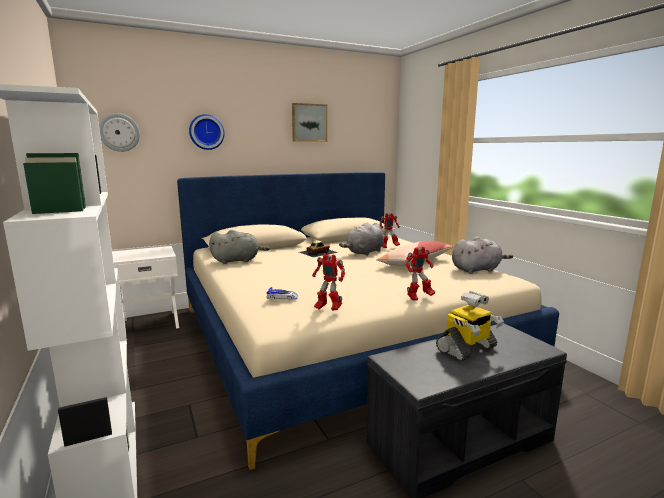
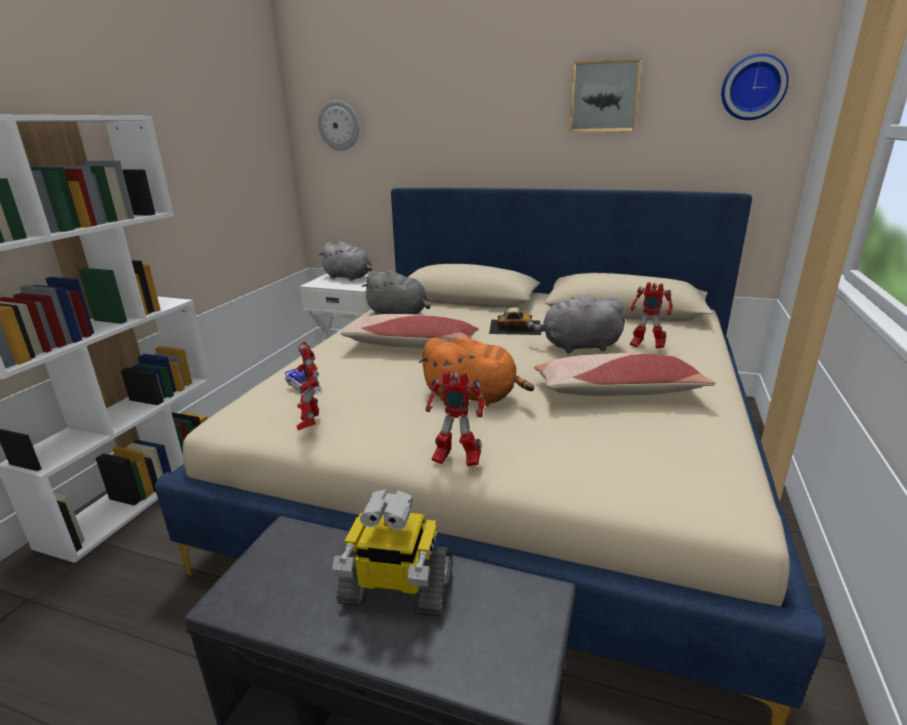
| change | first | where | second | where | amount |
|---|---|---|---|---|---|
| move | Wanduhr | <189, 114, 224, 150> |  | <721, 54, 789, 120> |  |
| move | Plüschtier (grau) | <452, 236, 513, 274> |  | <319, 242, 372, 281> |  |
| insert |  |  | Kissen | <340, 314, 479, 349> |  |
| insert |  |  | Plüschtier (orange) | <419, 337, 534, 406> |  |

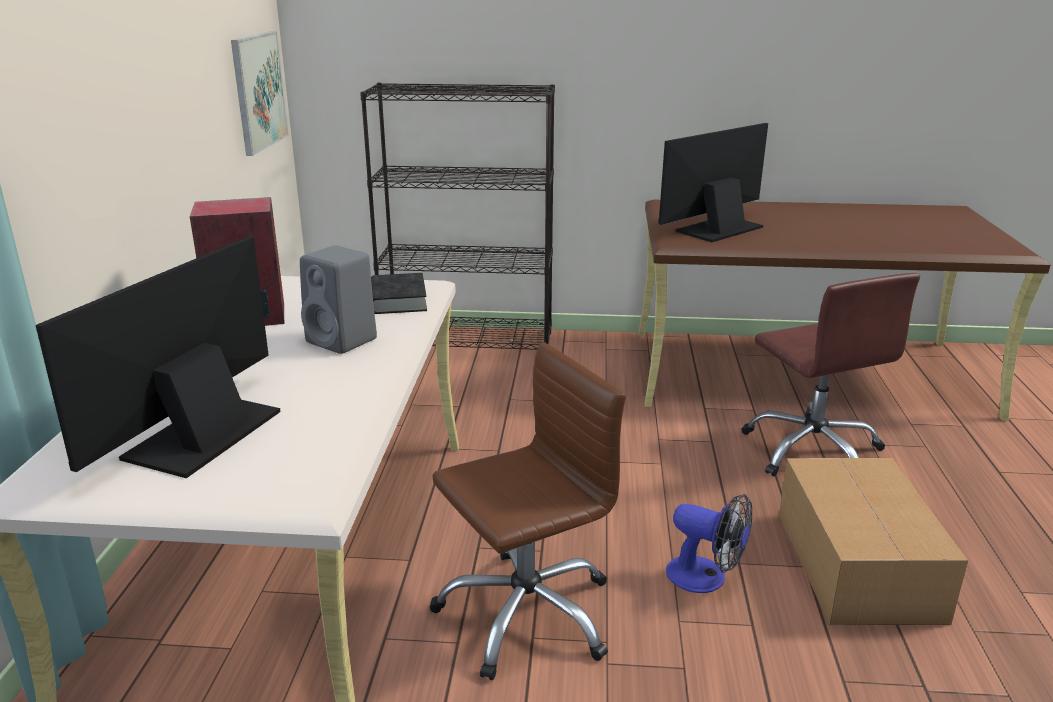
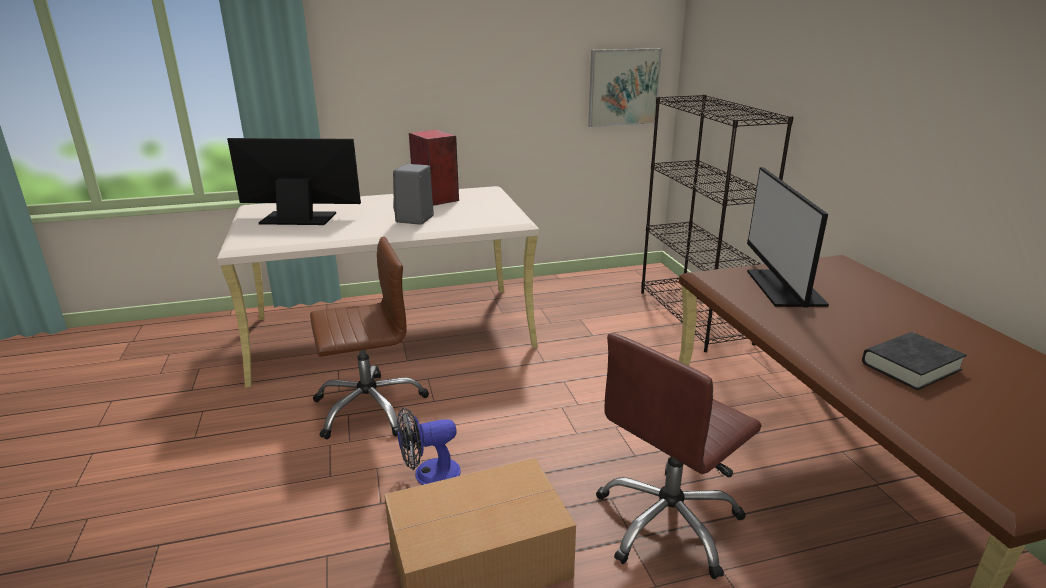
| change | first | where | second | where | amount |
|---|---|---|---|---|---|
| rotate | Monitor | <658, 123, 768, 242> |  | <747, 167, 829, 308> | 120 degrees counterclockwise |
| move | Buch (schwarz) | <371, 273, 427, 314> |  | <862, 332, 967, 390> |  |
| rotate | Bürostuhl (braun) | <429, 342, 626, 680> |  | <310, 237, 429, 439> | 60 degrees counterclockwise |
| rotate | Ventilator | <666, 494, 752, 593> |  | <397, 408, 461, 485> | 60 degrees clockwise |

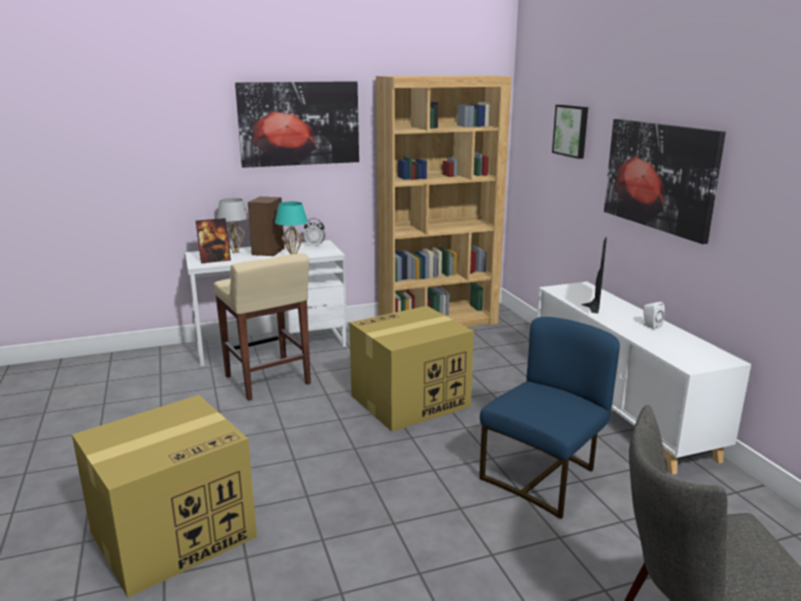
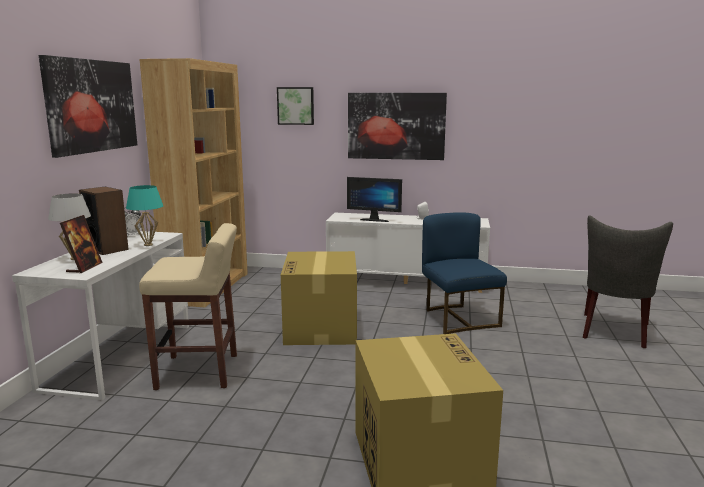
| change | first | where | second | where | amount |
|---|---|---|---|---|---|
| rotate | Monitor | <581, 238, 607, 313> |  | <347, 177, 402, 222> | 150 degrees clockwise |

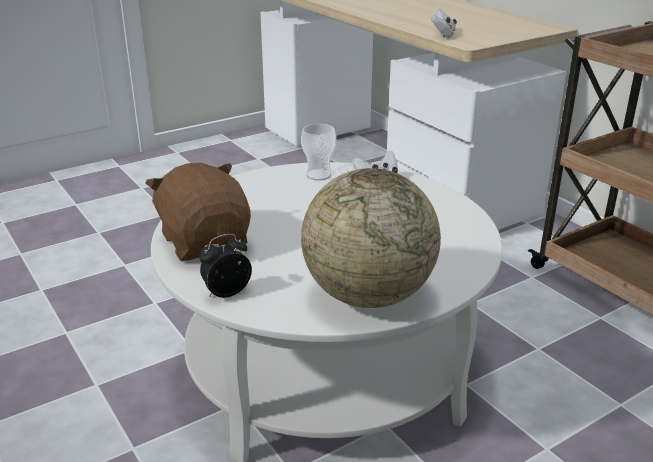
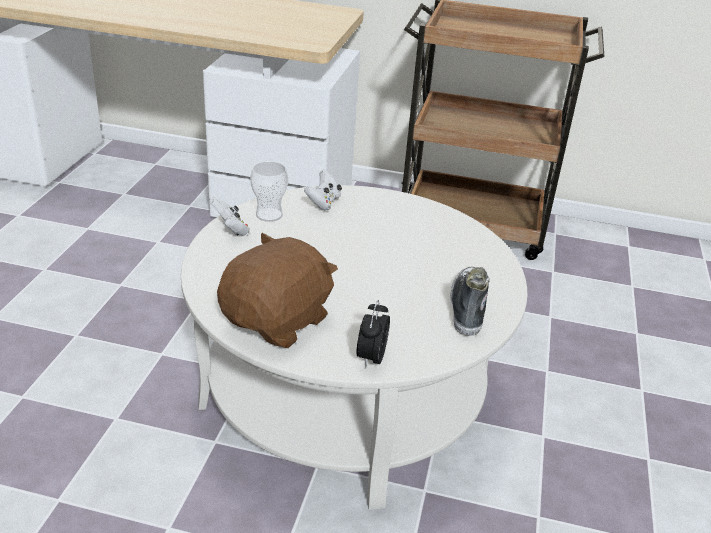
| change | first | where | second | where | amount |
|---|---|---|---|---|---|
| move | Gamepad (weiß) | <431, 8, 457, 38> |  | <209, 197, 250, 236> |  |
| rotate | Plüschtier (braun) | <145, 162, 251, 261> |  | <217, 233, 338, 348> | 105 degrees clockwise |
| replace | Globus | <301, 168, 441, 308> | Schuh | <450, 267, 490, 336> |  |

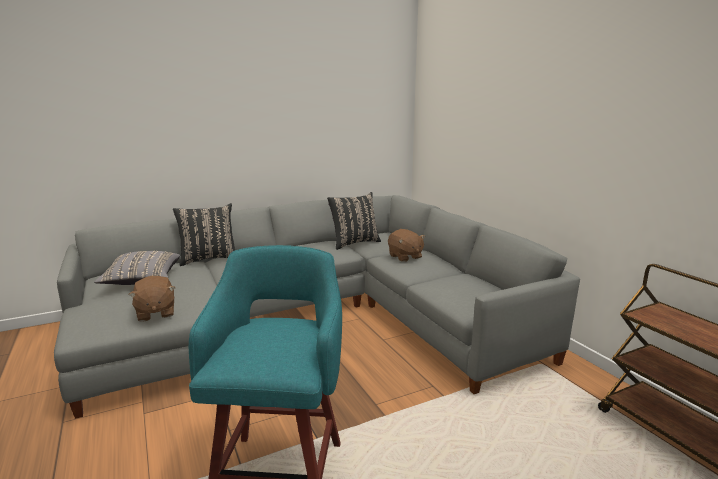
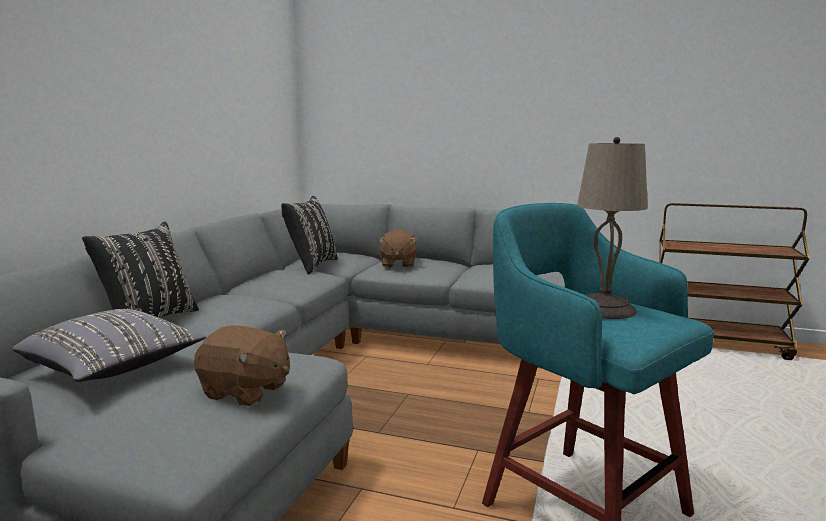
| change | first | where | second | where | amount |
|---|---|---|---|---|---|
| rotate | Plüschtier (braun) | <388, 229, 425, 262> |  | <377, 229, 418, 268> | 75 degrees clockwise |
| insert |  |  | Tischlampe (beige) | <577, 137, 648, 319> |  |

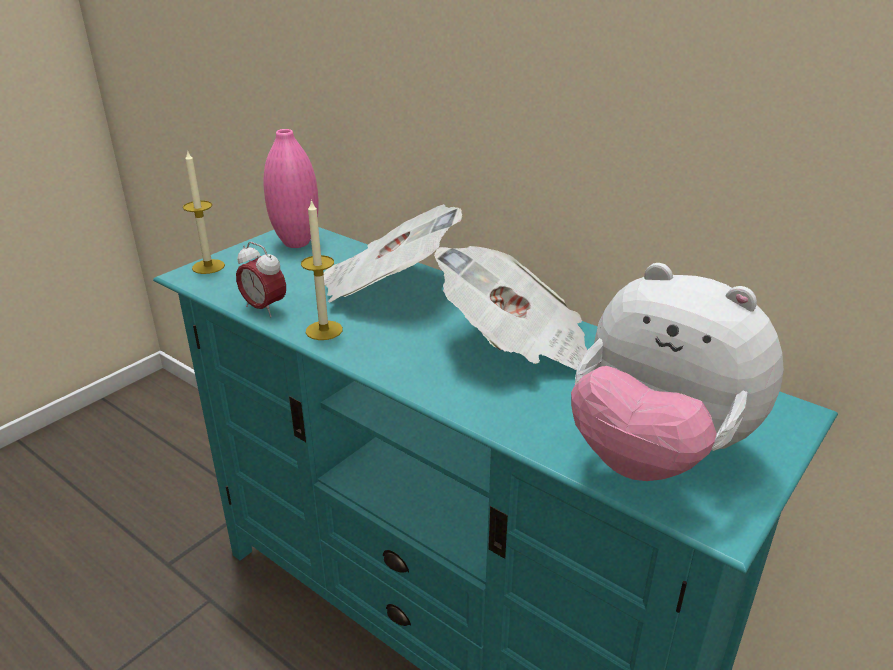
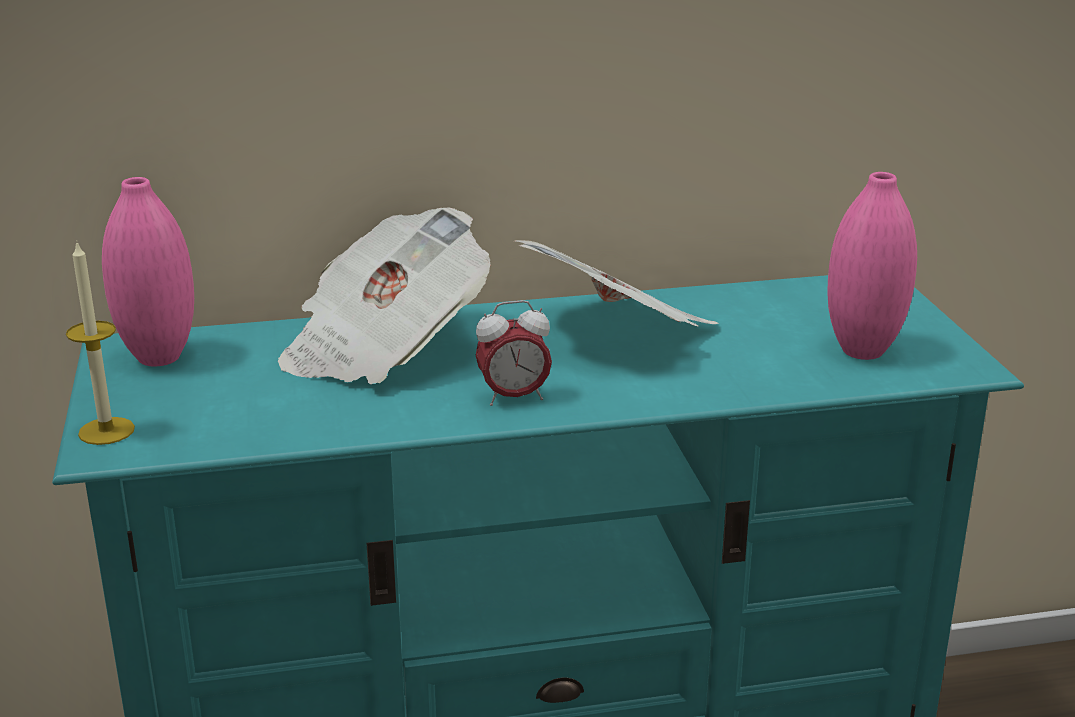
| change | first | where | second | where | amount |
|---|---|---|---|---|---|
| delete | Kerze | <301, 199, 343, 340> |  |  |  |
| move | Wecker | <236, 242, 286, 317> |  | <476, 300, 552, 406> |  |
| replace | Plüschtier | <571, 263, 784, 481> | Vase (rosa) | <827, 172, 917, 360> |  |

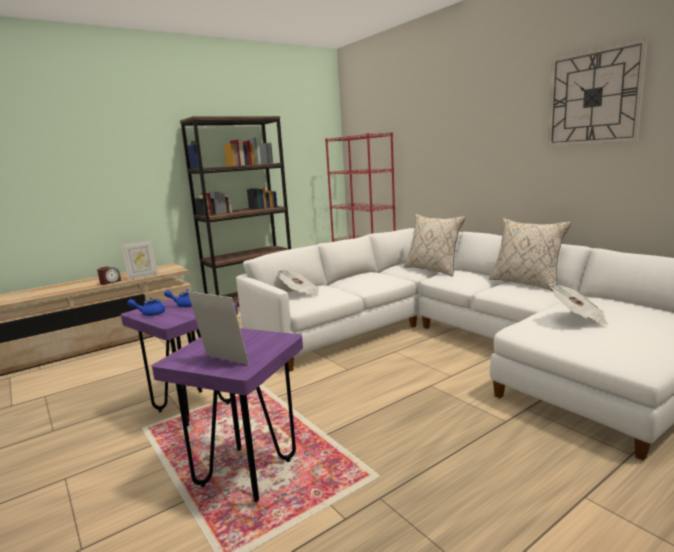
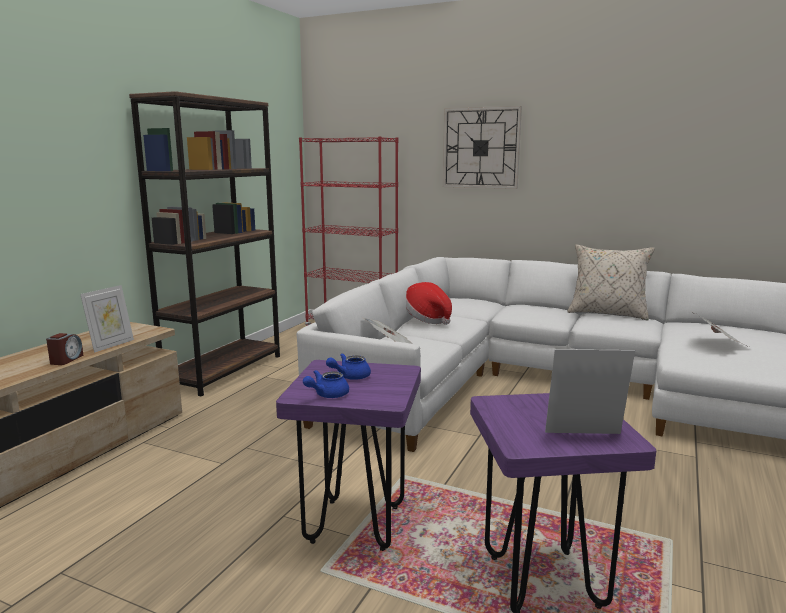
| change | first | where | second | where | amount |
|---|---|---|---|---|---|
| move | Wanduhr | <548, 39, 648, 146> |  | <443, 106, 522, 189> |  |
| delete | Kissen (beige) | <404, 214, 465, 276> |  |  |  |
| insert |  |  | Hut | <406, 282, 452, 325> |  |

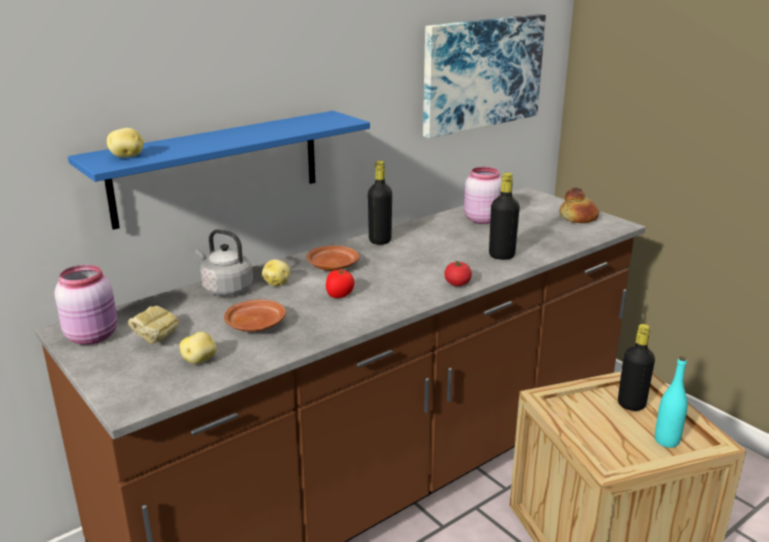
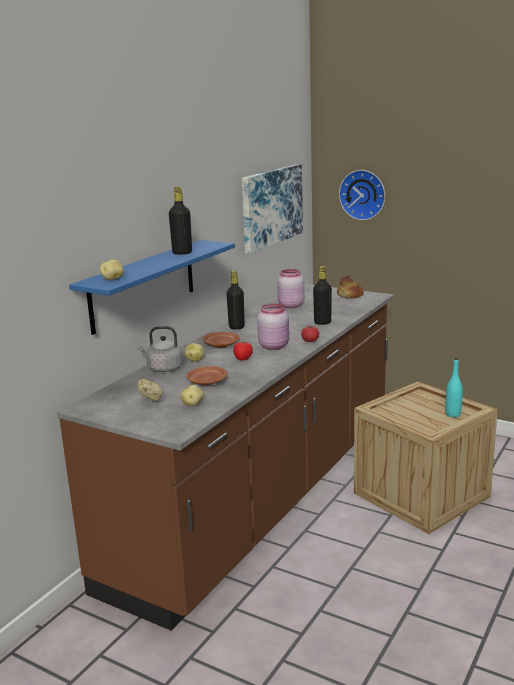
| change | first | where | second | where | amount |
|---|---|---|---|---|---|
| move | Vorratsglas (rosa) | <54, 265, 117, 345> |  | <257, 303, 289, 350> |  |
| move | Flasche (schwarz) | <618, 324, 655, 411> |  | <169, 186, 192, 255> |  |
| insert |  |  | Wanduhr | <339, 170, 385, 220> |  |

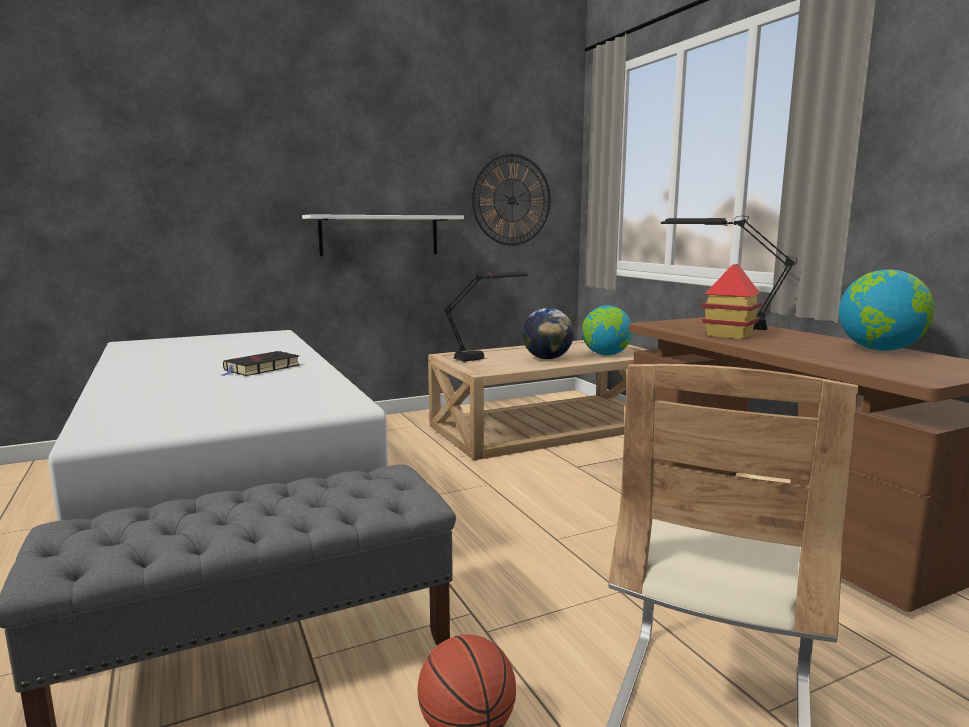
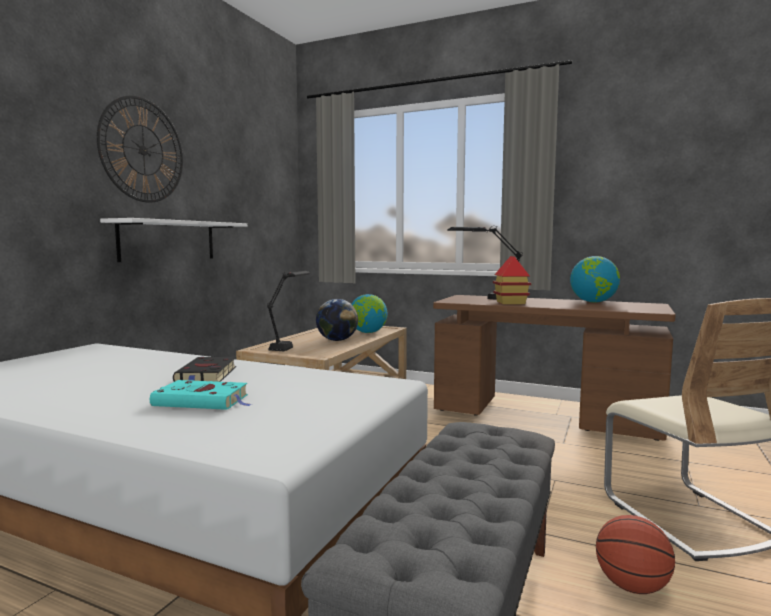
| change | first | where | second | where | amount |
|---|---|---|---|---|---|
| move | Wanduhr | <472, 154, 551, 246> |  | <97, 96, 183, 203> |  |
| insert |  |  | Buch (türkis) | <150, 380, 251, 410> |  |

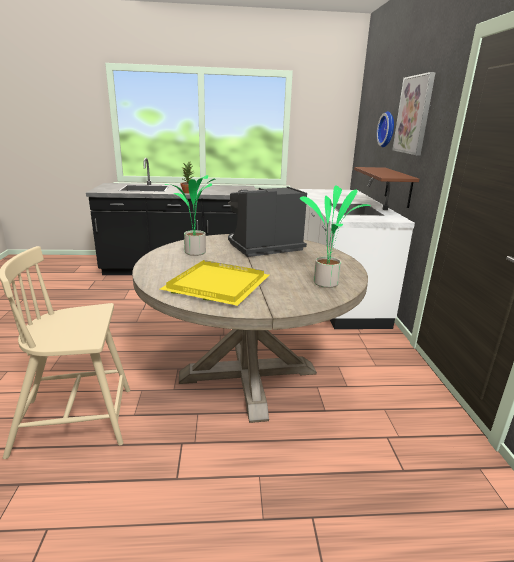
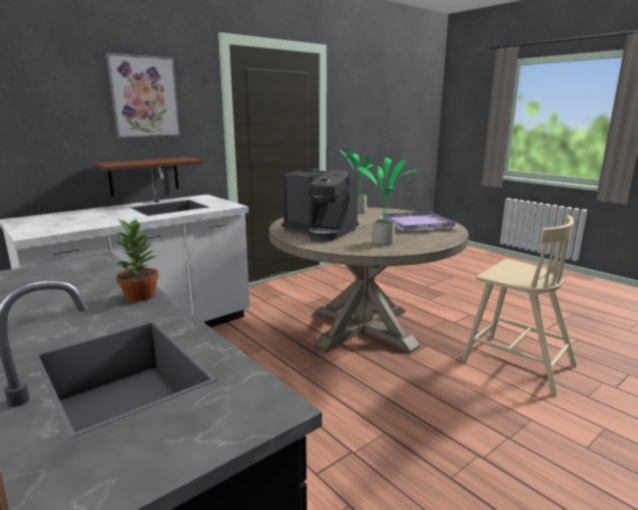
| change | first | where | second | where | amount |
|---|---|---|---|---|---|
| delete | Wanduhr | <377, 111, 394, 147> |  |  |  |
| recolor | Tablett (gelb) | <160, 260, 269, 306> | Tablett (lila) | <380, 211, 459, 231> |  |

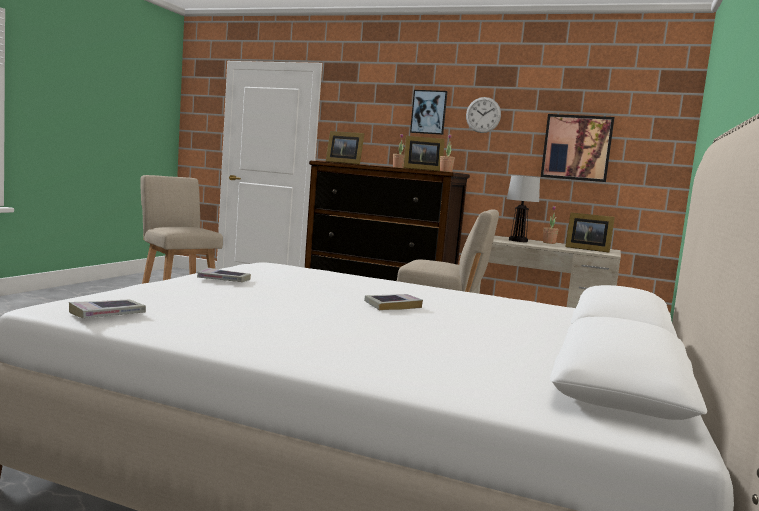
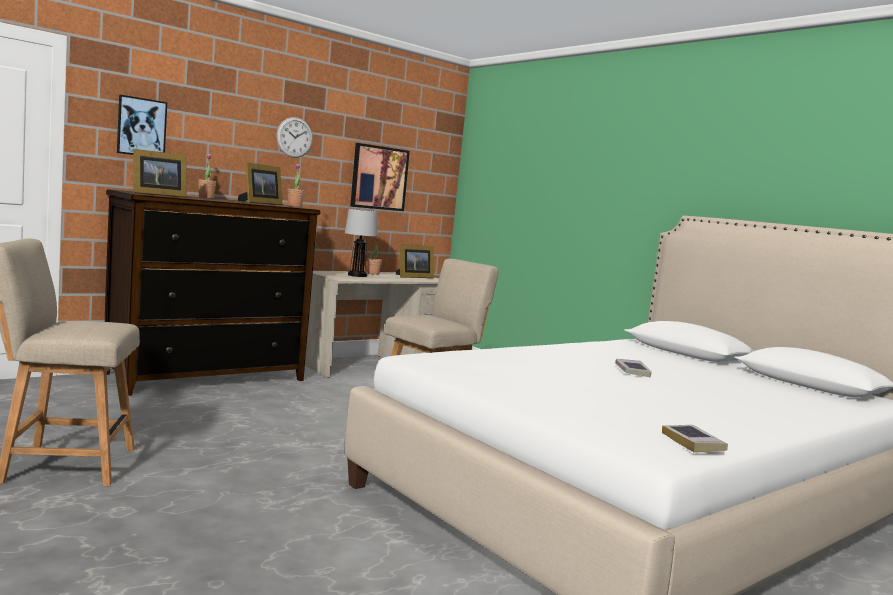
| change | first | where | second | where | amount |
|---|---|---|---|---|---|
| move | Bild | <410, 90, 447, 135> |  | <117, 95, 167, 155> |  |
| delete | Buch | <197, 268, 251, 282> |  |  |  |

